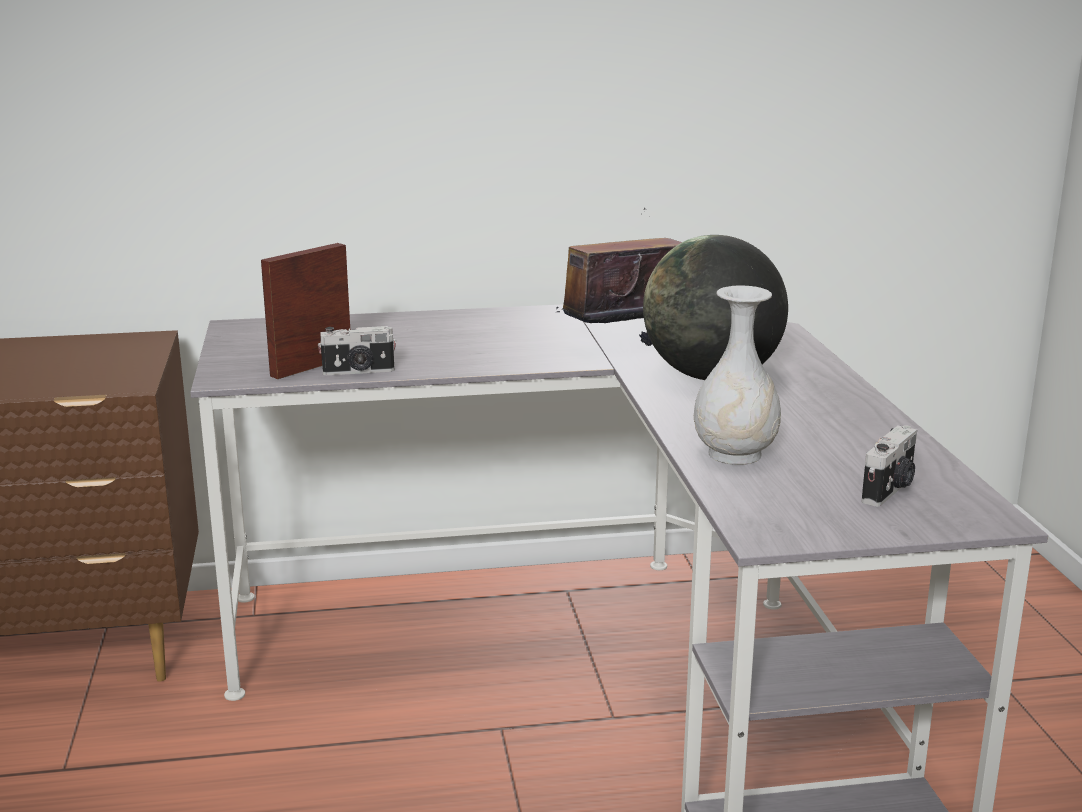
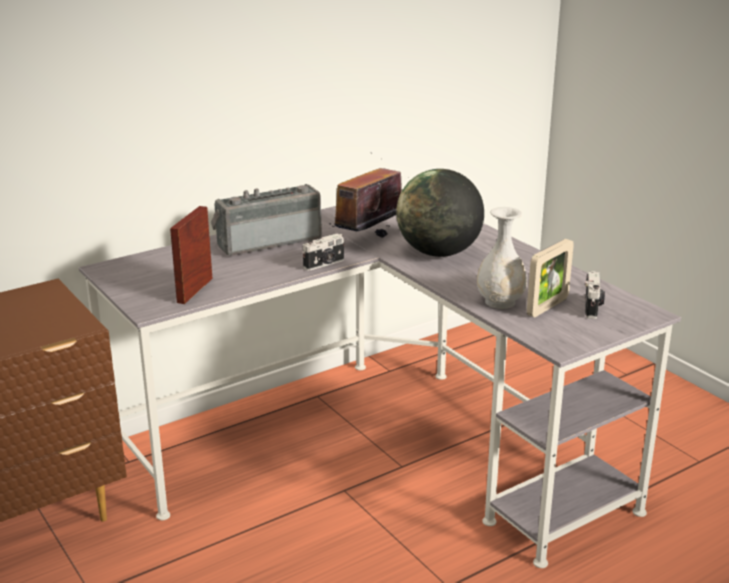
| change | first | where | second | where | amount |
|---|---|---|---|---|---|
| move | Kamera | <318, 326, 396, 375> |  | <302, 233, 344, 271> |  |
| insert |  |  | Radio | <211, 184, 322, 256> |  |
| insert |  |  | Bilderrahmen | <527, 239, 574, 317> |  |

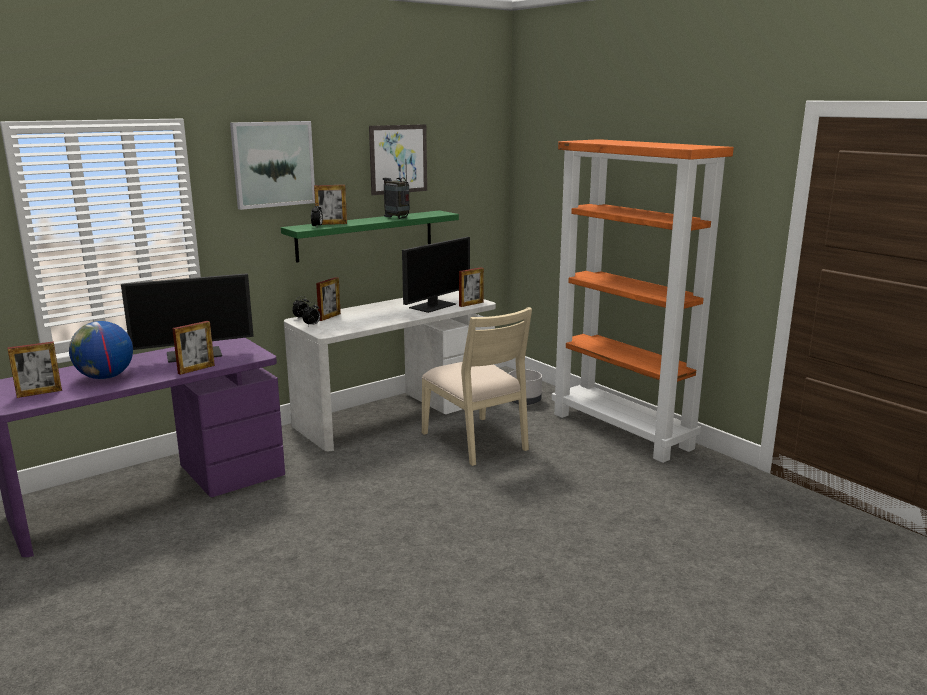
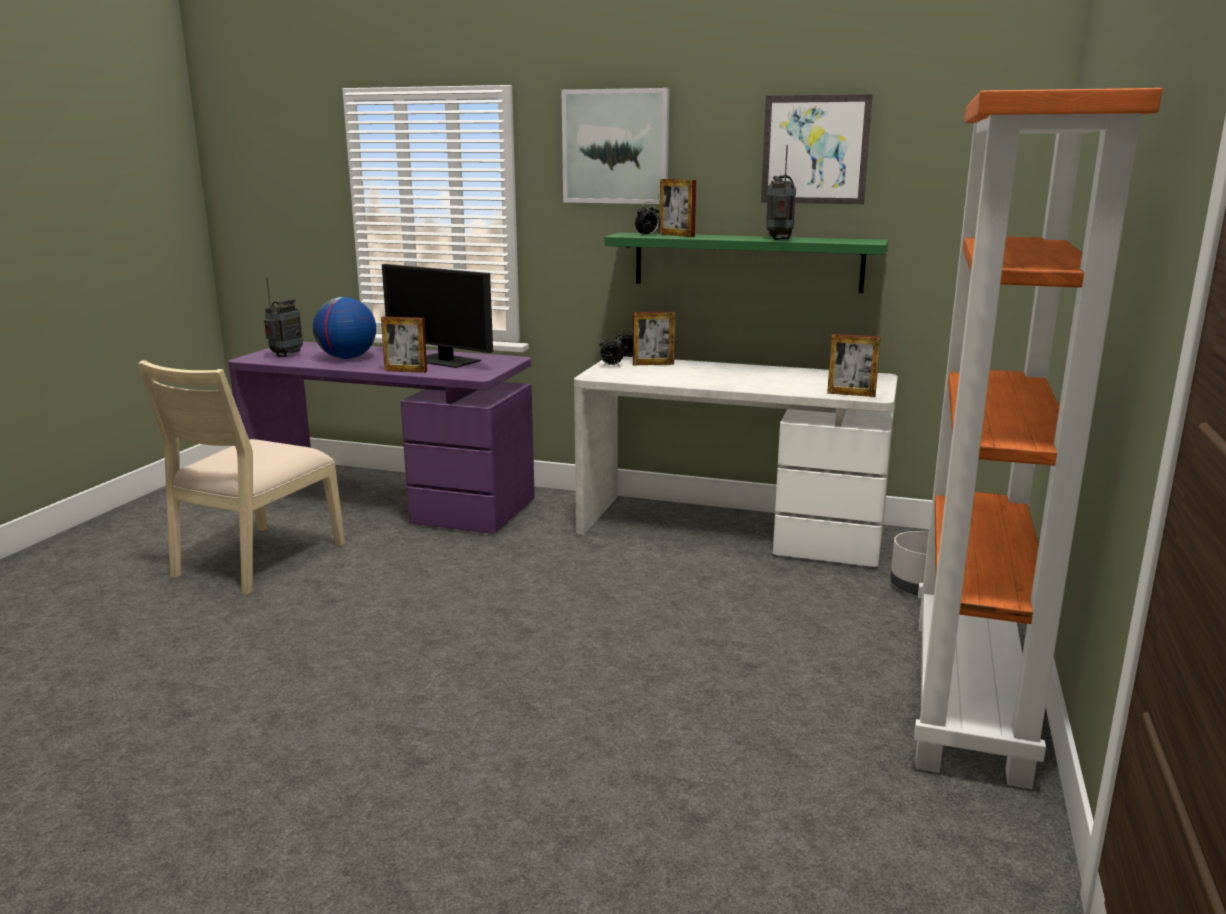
| change | first | where | second | where | amount |
|---|---|---|---|---|---|
| delete | Monitor | <402, 237, 470, 313> |  |  |  |
| move | Stuhl (beige) | <422, 307, 532, 466> |  | <138, 360, 345, 595> |  |
| replace | Bilderrahmen | <7, 341, 62, 398> | Radio | <264, 277, 303, 357> |  |

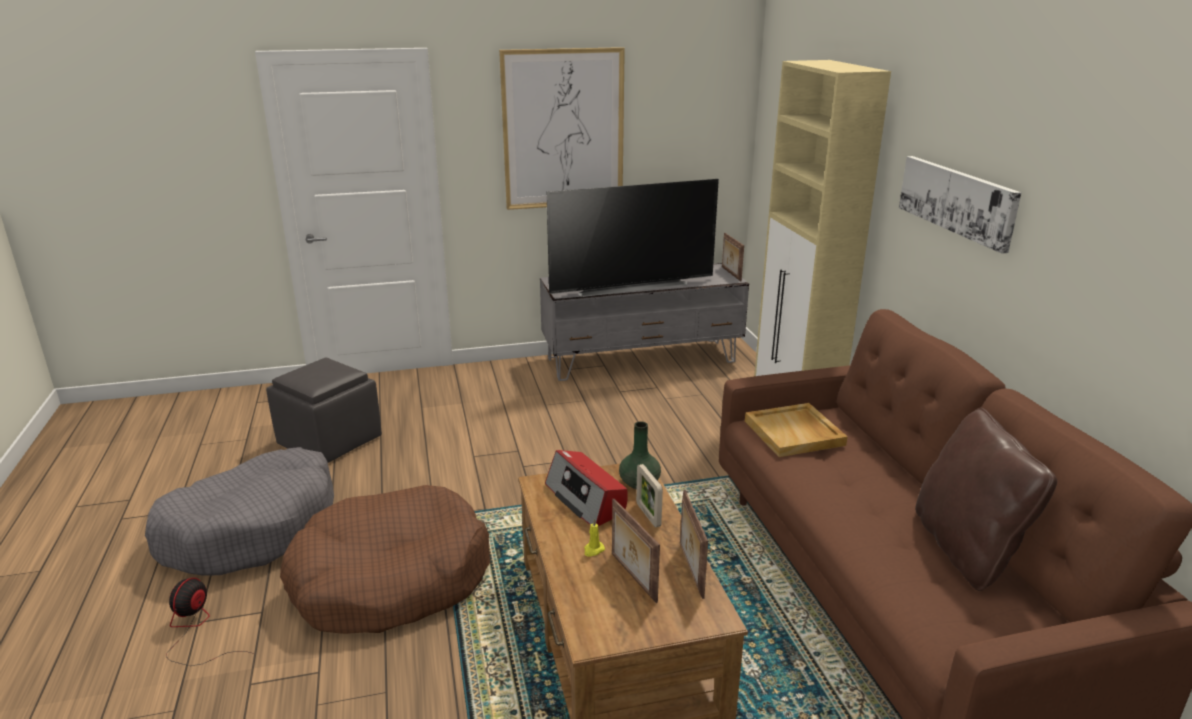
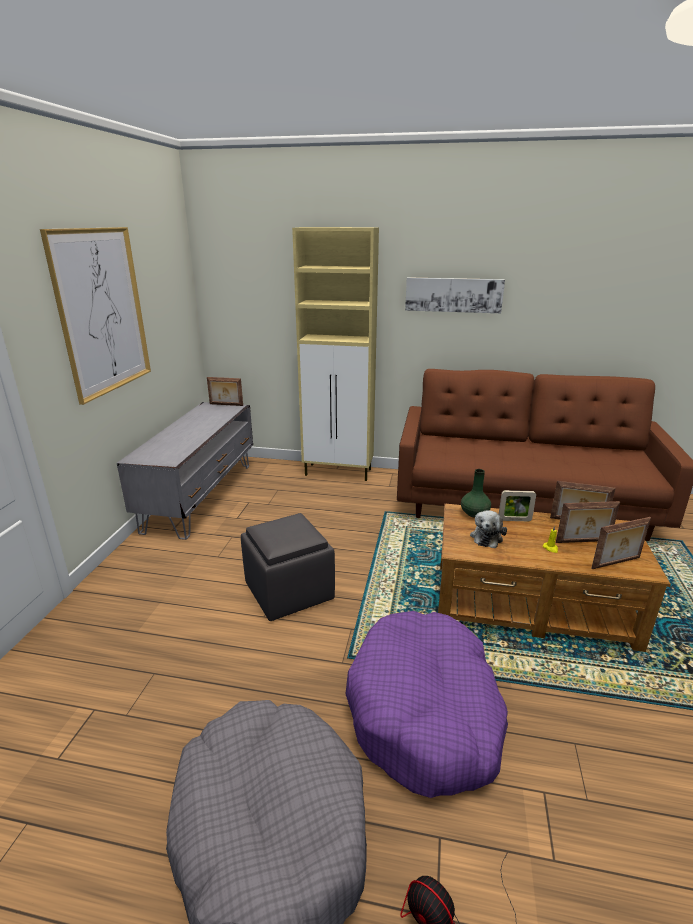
| change | first | where | second | where | amount |
|---|---|---|---|---|---|
| delete | Fernseher | <547, 179, 719, 297> |  |  |  |
| move | Polsterhocker (grau) | <266, 357, 382, 463> |  | <241, 513, 335, 621> |  |
| delete | Tablett (beige) | <745, 403, 848, 457> |  |  |  |
| delete | Kissen (braun) | <915, 408, 1057, 591> |  |  |  |
| replace | Radio | <545, 450, 628, 526> | Plüschtier | <470, 510, 507, 548> |  |
| recolor | Hundebett (braun) | <280, 485, 490, 634> | Hundebett (lila) | <345, 611, 508, 798> |  |
| insert |  |  | Bilderrahmen | <591, 517, 651, 569> |  |

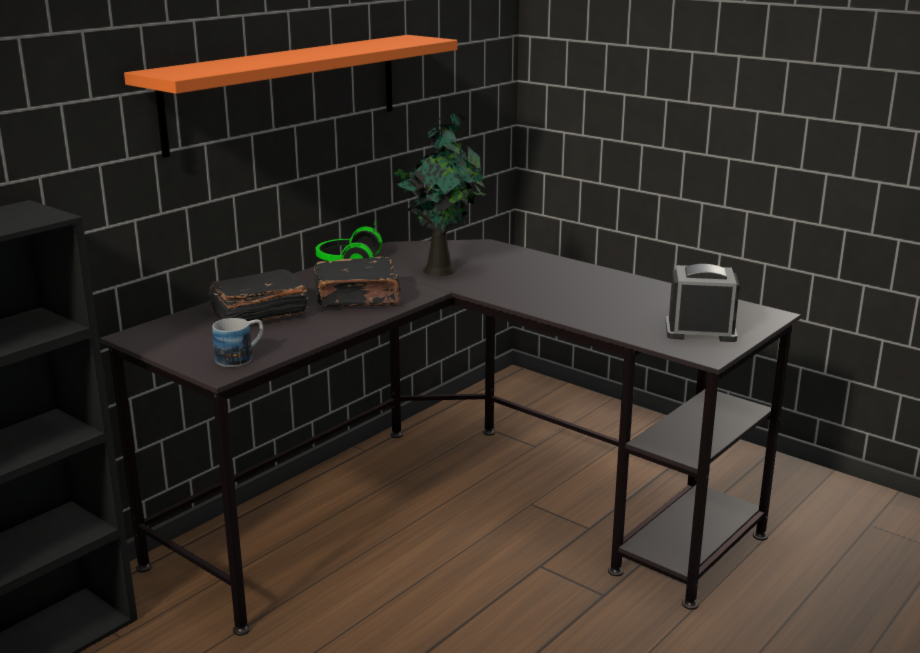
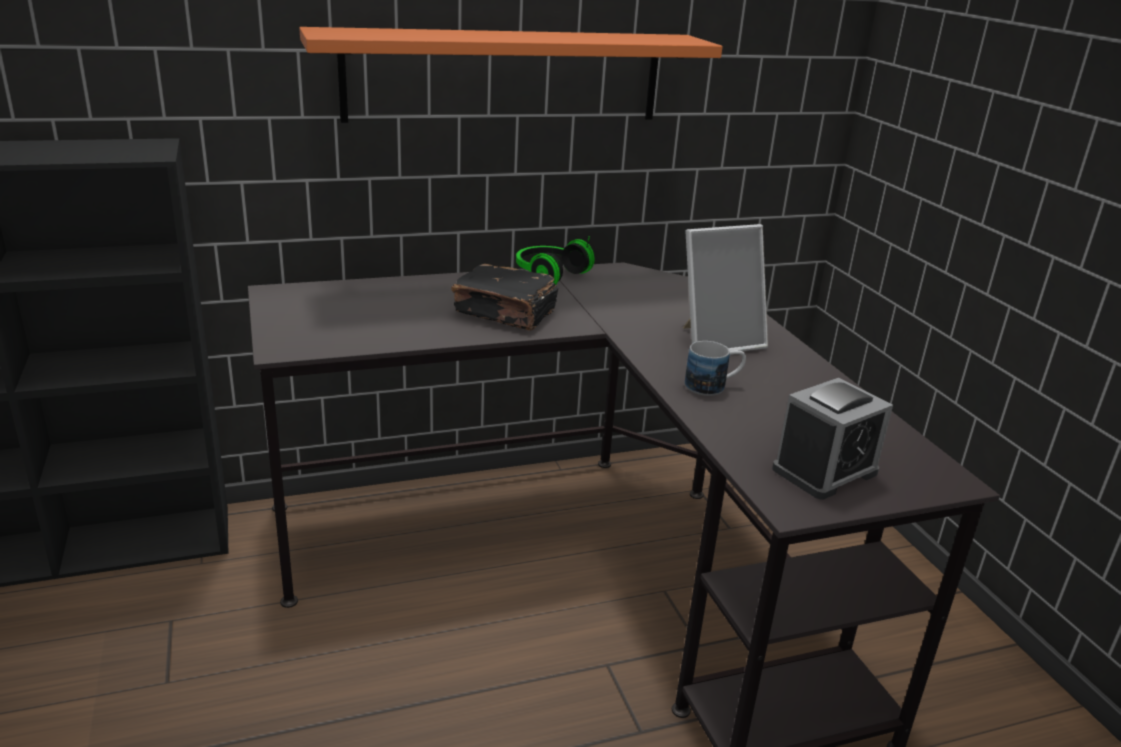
| change | first | where | second | where | amount |
|---|---|---|---|---|---|
| delete | Topfpflanze | <393, 112, 486, 276> |  |  |  |
| rotate | Wecker | <665, 264, 740, 342> |  | <772, 378, 893, 499> | 105 degrees clockwise |
| delete | Buch (schwarz) | <208, 269, 308, 321> |  |  |  |
| move | Henkelbecher | <212, 318, 263, 367> |  | <685, 341, 746, 396> |  |
| insert |  |  | Bilderrahmen | <683, 224, 768, 351> |  |

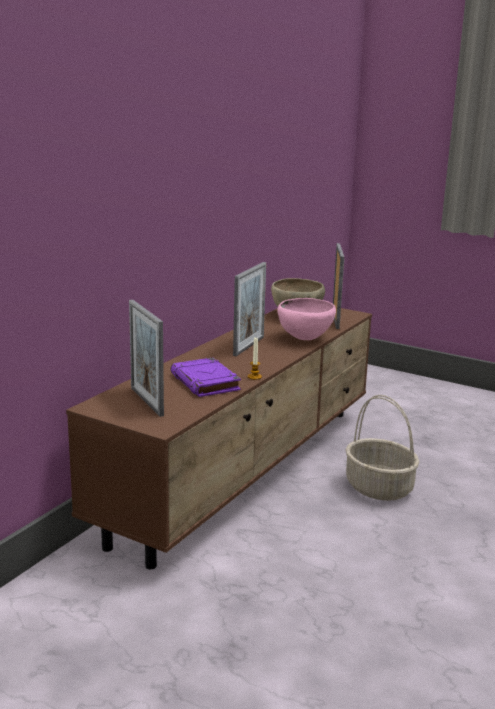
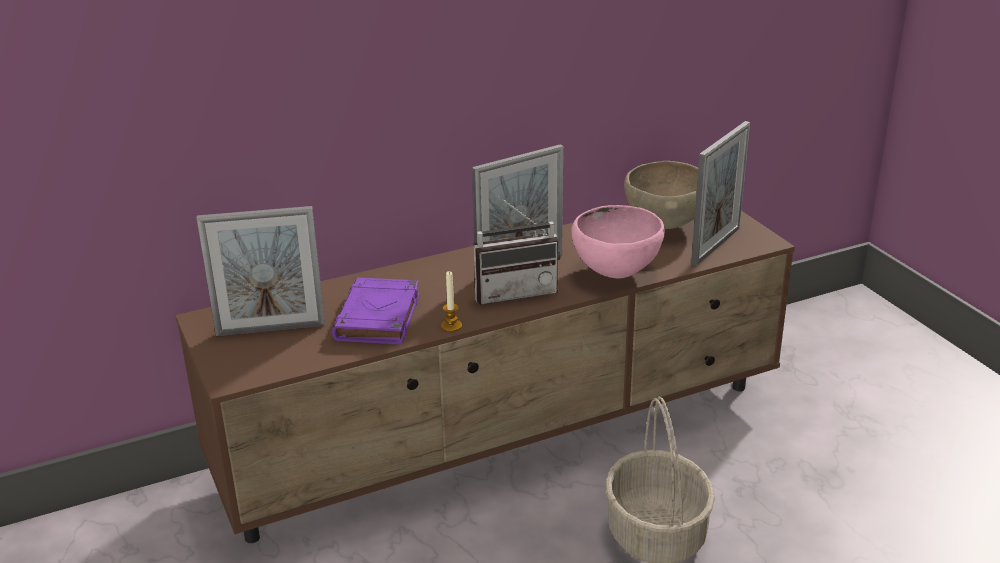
| change | first | where | second | where | amount |
|---|---|---|---|---|---|
| rotate | Bilderrahmen | <129, 300, 164, 417> |  | <196, 206, 325, 336> | 105 degrees counterclockwise |
| insert |  |  | Radio | <474, 196, 561, 305> |  |

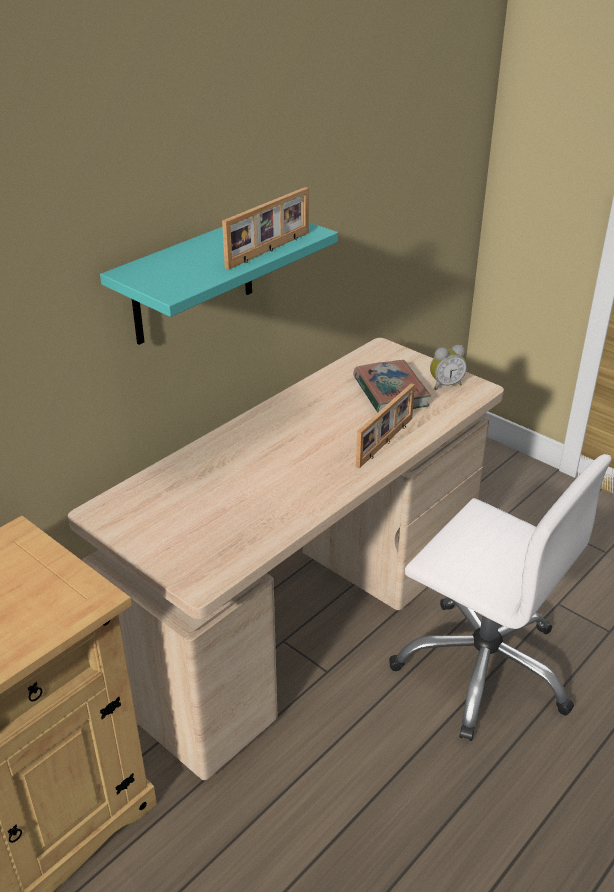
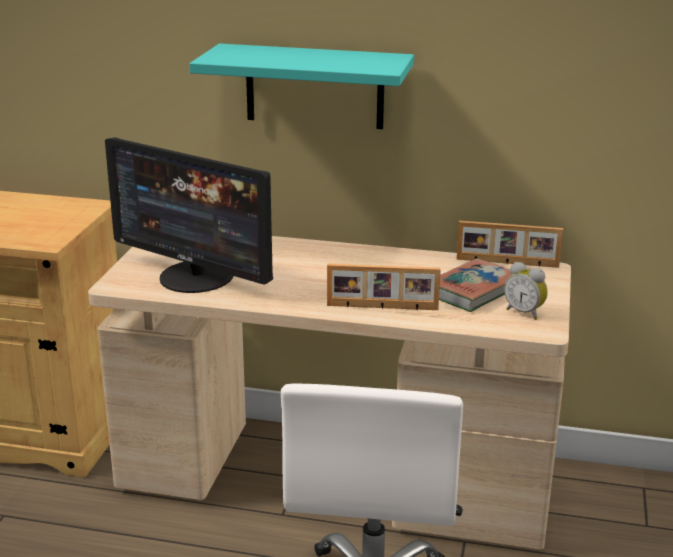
| change | first | where | second | where | amount |
|---|---|---|---|---|---|
| move | Bilderrahmen | <222, 187, 309, 270> |  | <457, 221, 563, 268> |  |
| insert |  |  | Monitor | <105, 137, 273, 293> |  |

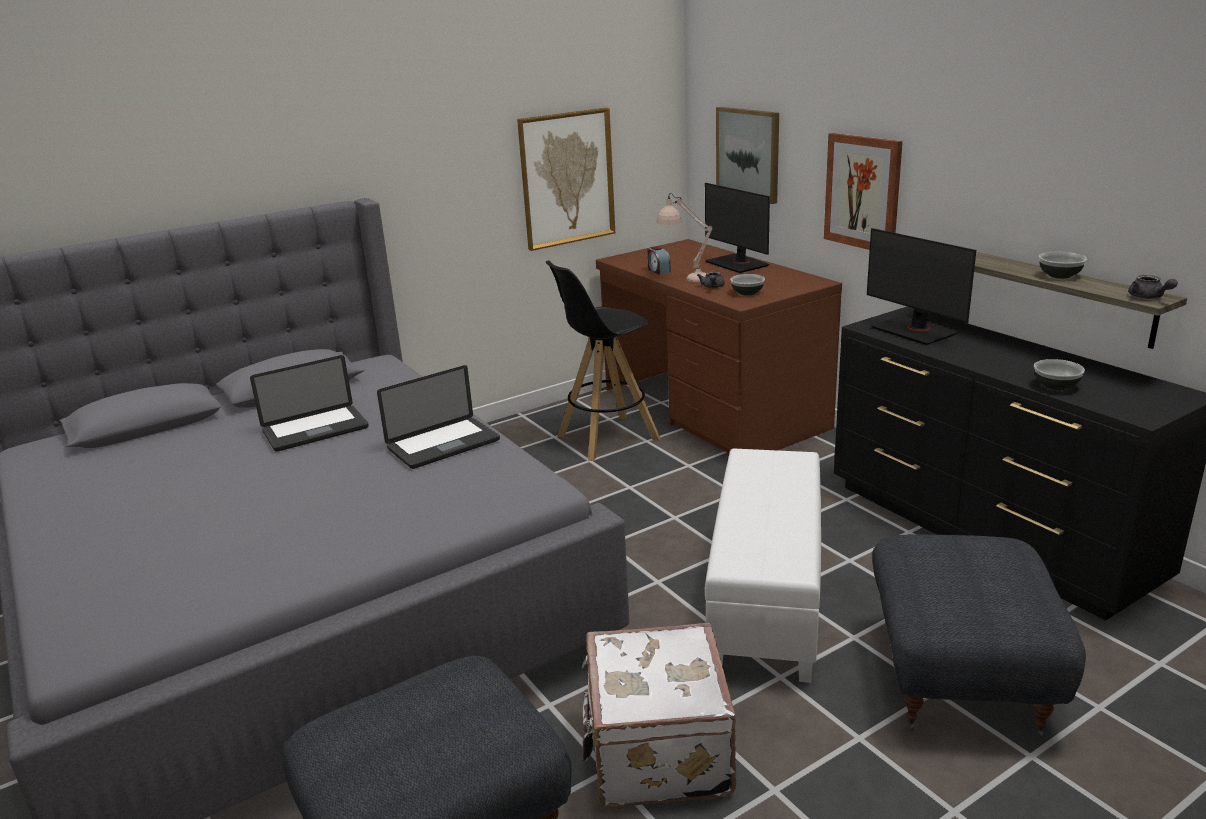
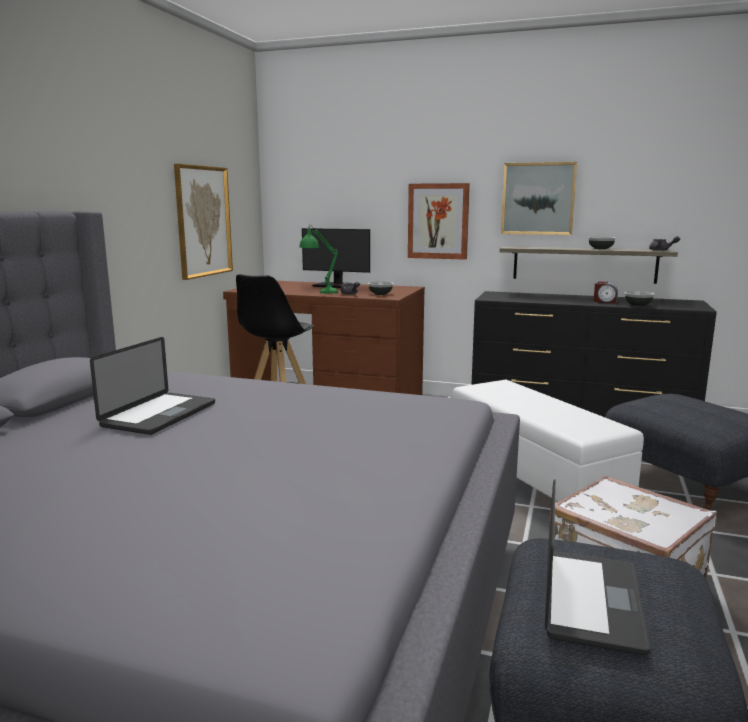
| change | first | where | second | where | amount |
|---|---|---|---|---|---|
| move | Bild | <716, 107, 779, 204> |  | <501, 162, 577, 235> |  |
| recolor | Tischlampe (beige) | <656, 193, 713, 282> | Tischlampe (grün) | <299, 224, 338, 294> |  |
| delete | Monitor | <867, 228, 976, 345> |  |  |  |
| move | Wecker | <648, 246, 671, 275> |  | <593, 281, 618, 303> |  |
| move | Laptop | <377, 365, 500, 469> |  | <545, 479, 650, 656> |  |

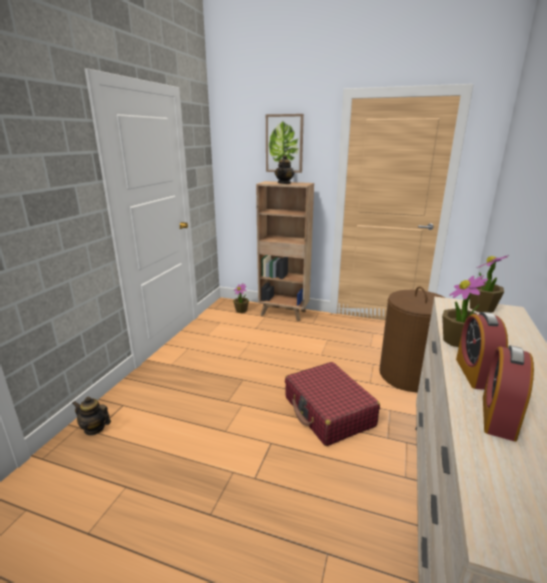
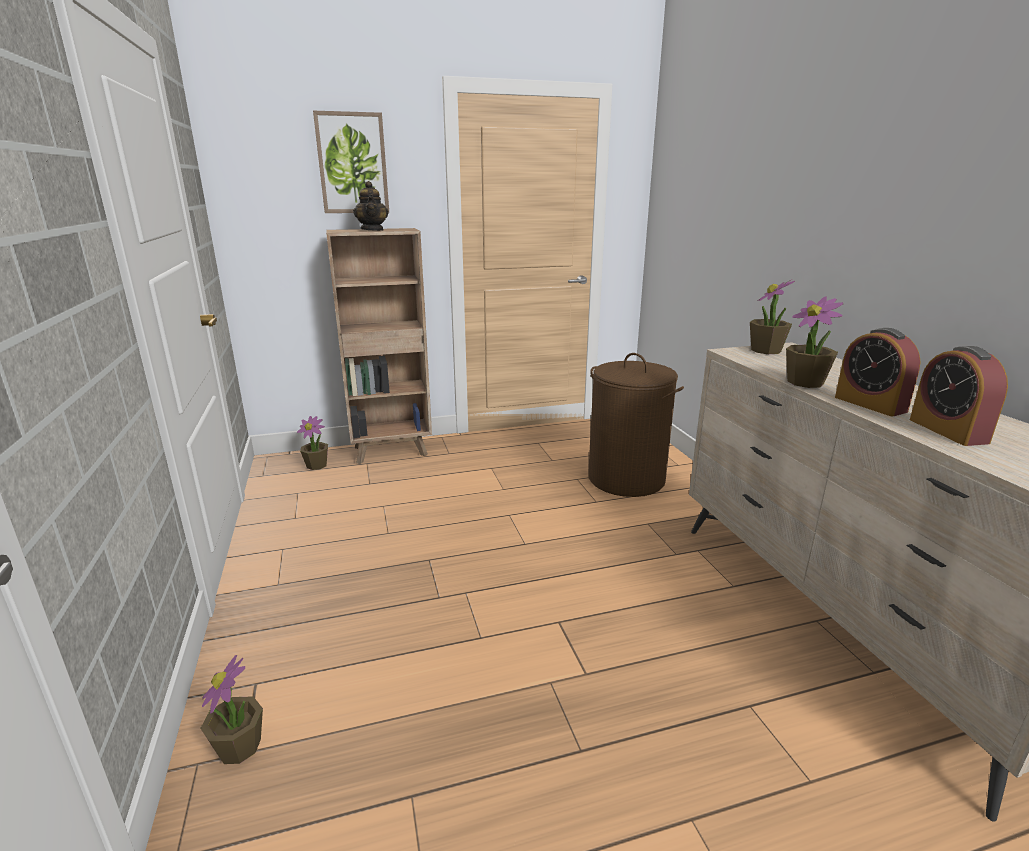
| change | first | where | second | where | amount |
|---|---|---|---|---|---|
| delete | Koffer (rot) | <285, 362, 380, 446> |  |  |  |
| replace | Teekanne | <72, 397, 111, 436> | Topfpflanze | <201, 655, 263, 764> |  |

